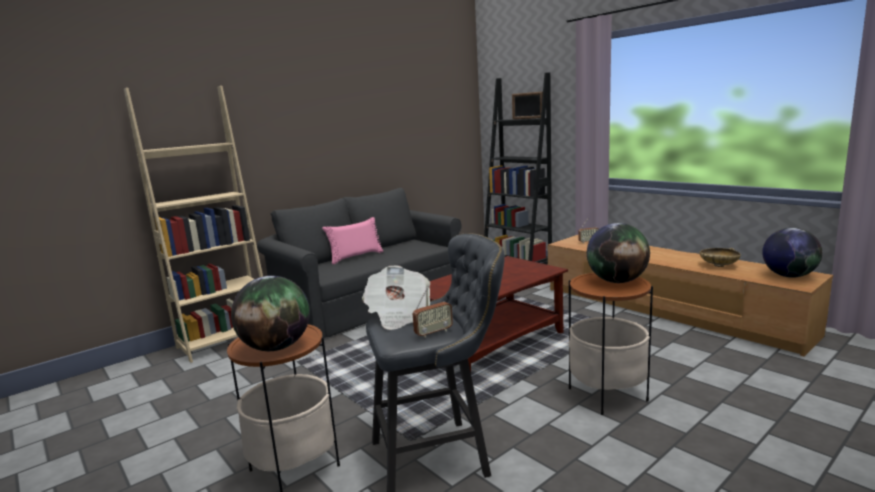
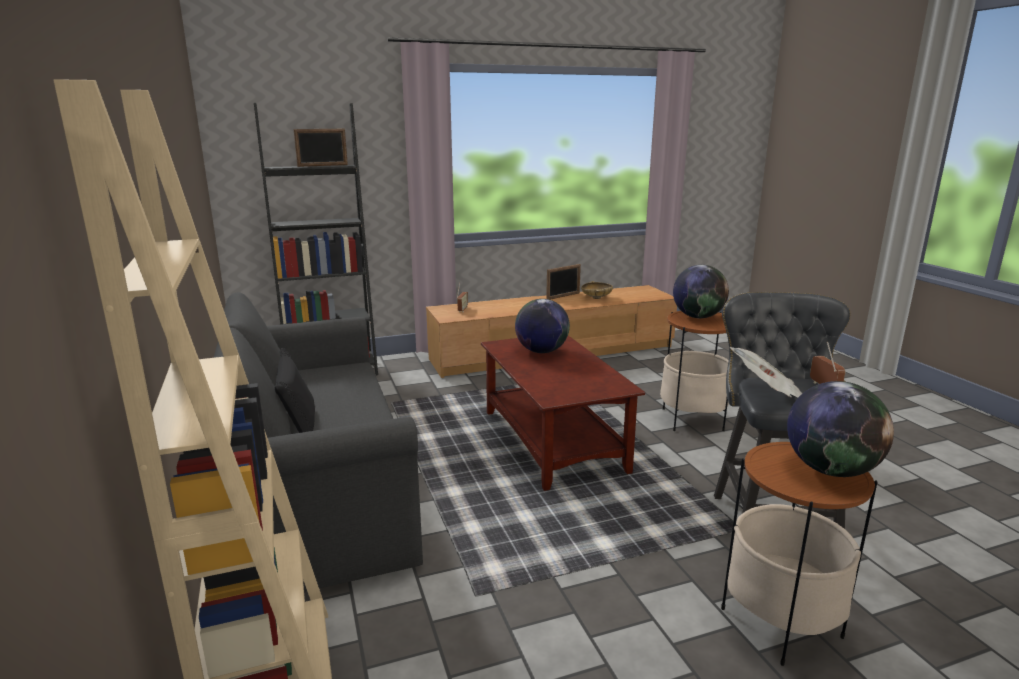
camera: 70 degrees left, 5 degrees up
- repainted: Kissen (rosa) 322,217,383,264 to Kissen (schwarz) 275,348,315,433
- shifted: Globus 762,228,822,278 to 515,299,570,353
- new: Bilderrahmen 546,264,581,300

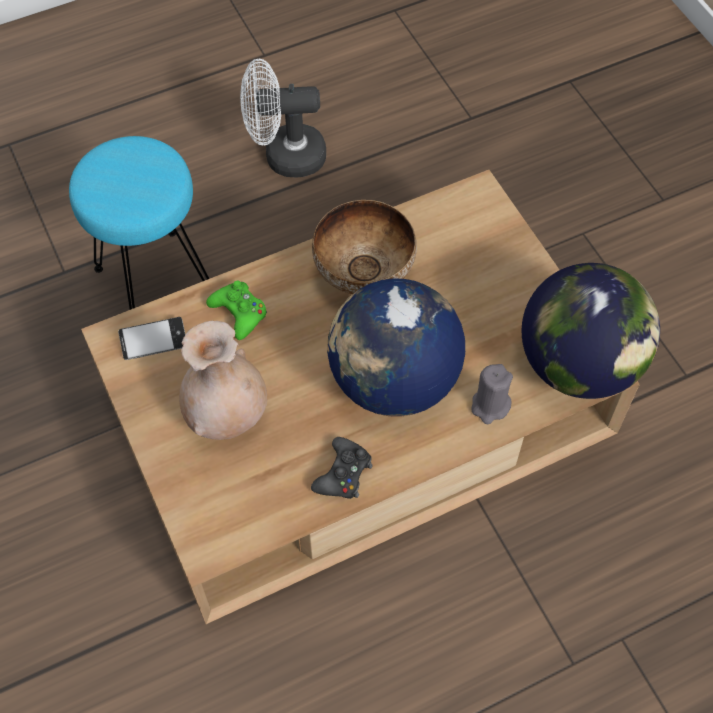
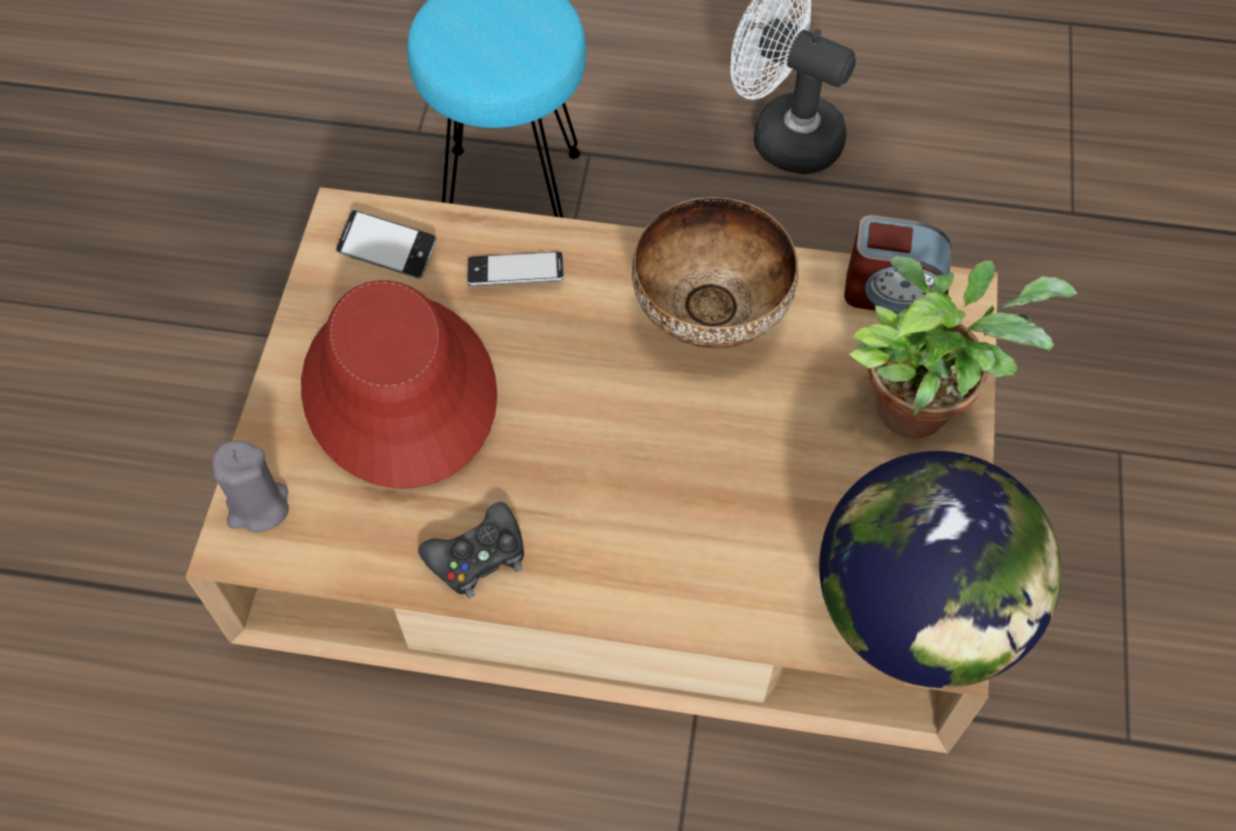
camera: 35 degrees right, 0 degrees up
- shifted: Kerze (grau) 471,364,513,424 to 212,440,289,533
- swapped: Vase (beige) 179,321,267,440 to Hut (rot) 301,280,497,488
- swapped: Gamepad (grün) 206,280,267,340 to Handy 467,251,564,286
- new: Wecker 844,215,952,314
- new: Topfpflanze 849,256,1078,438
- gone: Globus 327,278,465,417

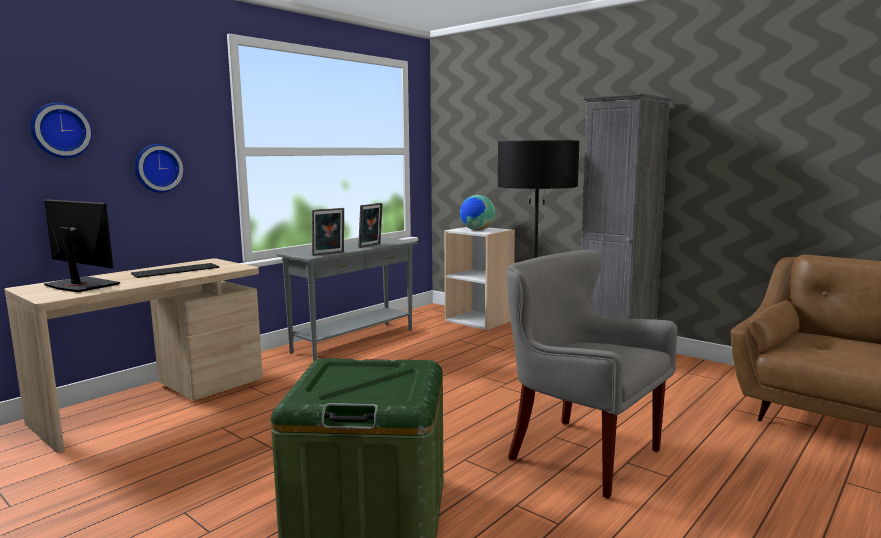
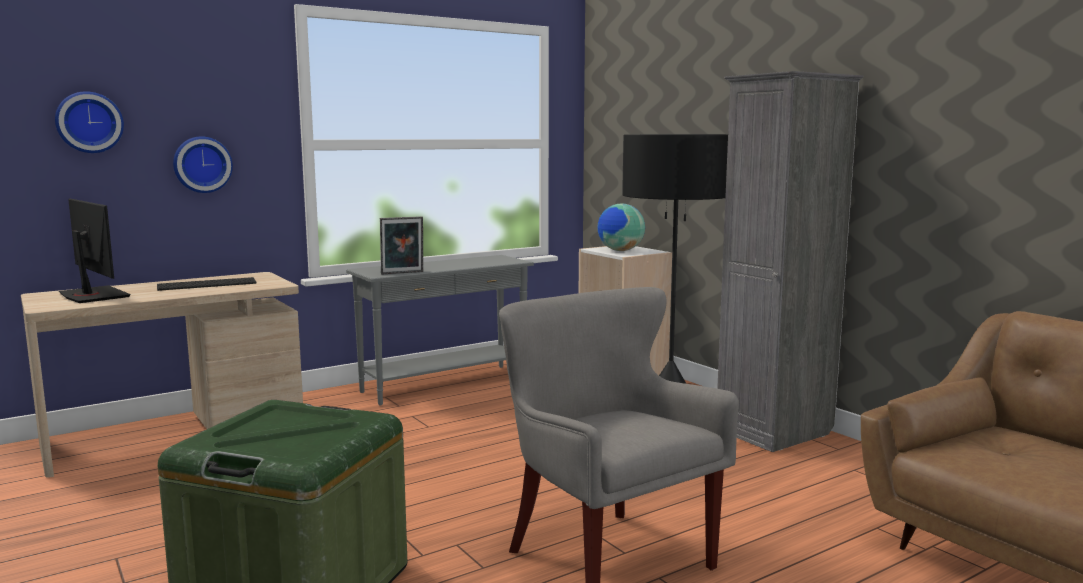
camera: 15 degrees right, 0 degrees up
- gone: Bilderrahmen 358,203,383,248

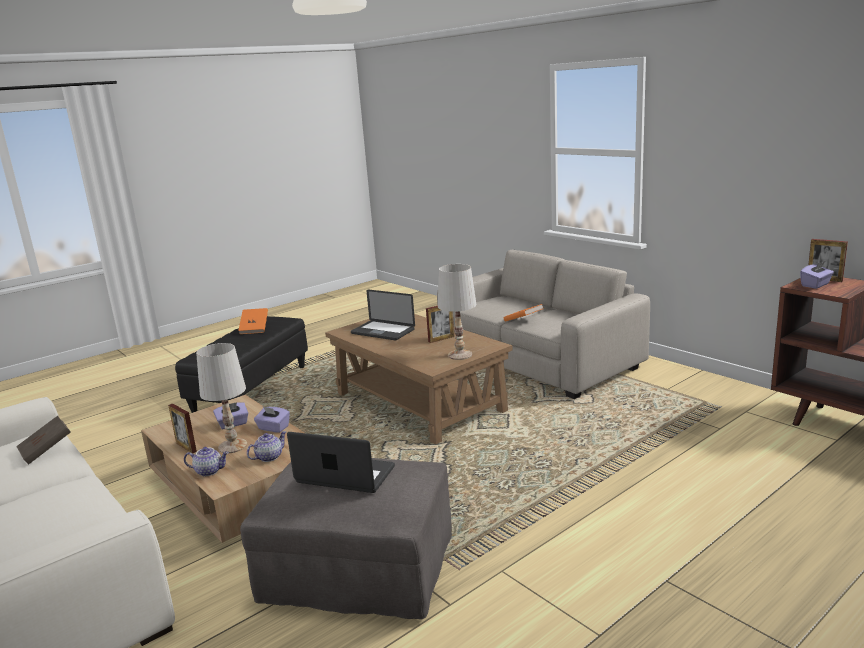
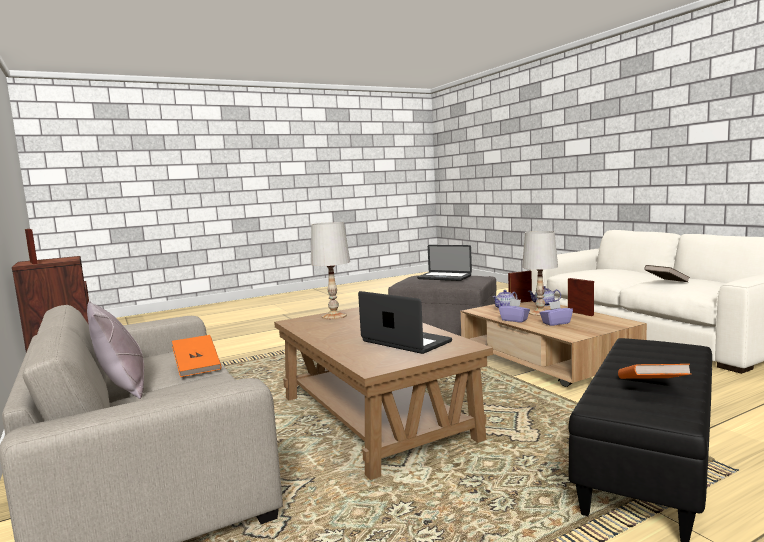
camera: 170 degrees left, 10 degrees down
- new: Kissen (lila) 87,301,144,399
- shifted: Bilderrahmen 426,306,454,343 to 508,271,532,303
- gone: Taschentuchbox (lila) 800,261,834,289

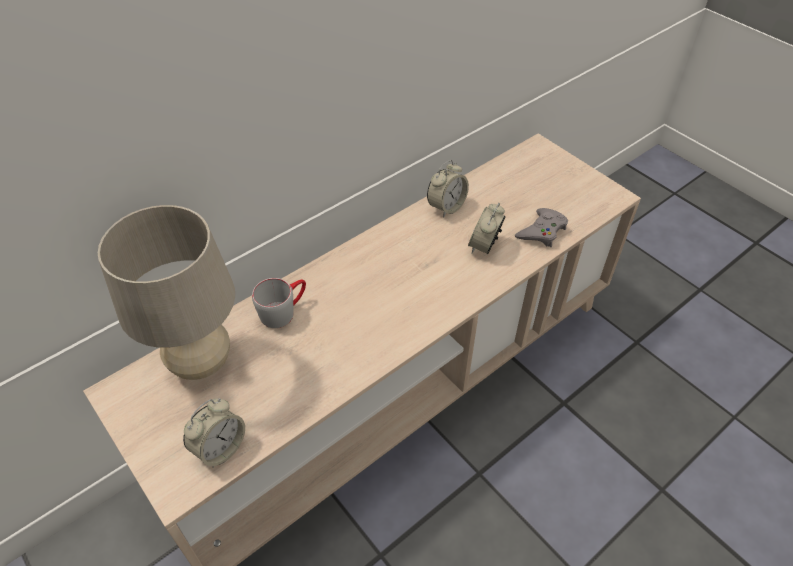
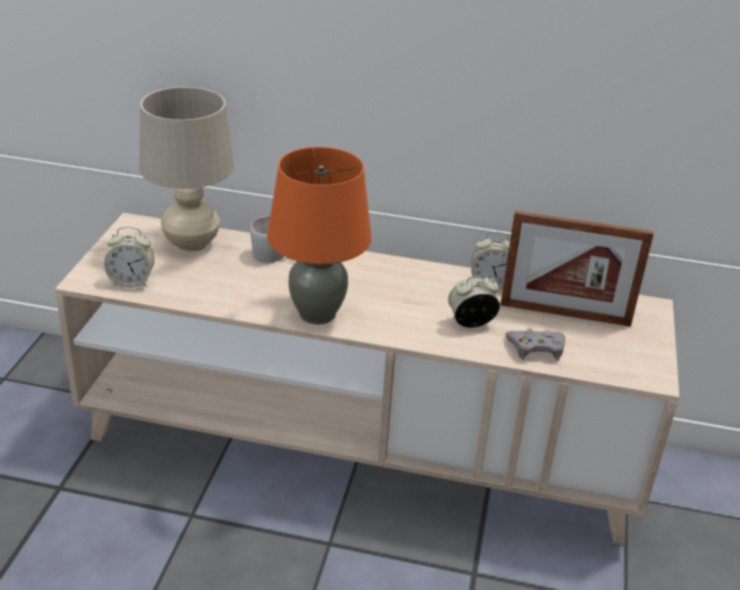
camera: 50 degrees right, 15 degrees down
- new: Tischlampe (orange) 267,147,372,324
- new: Bilderrahmen 501,211,654,327

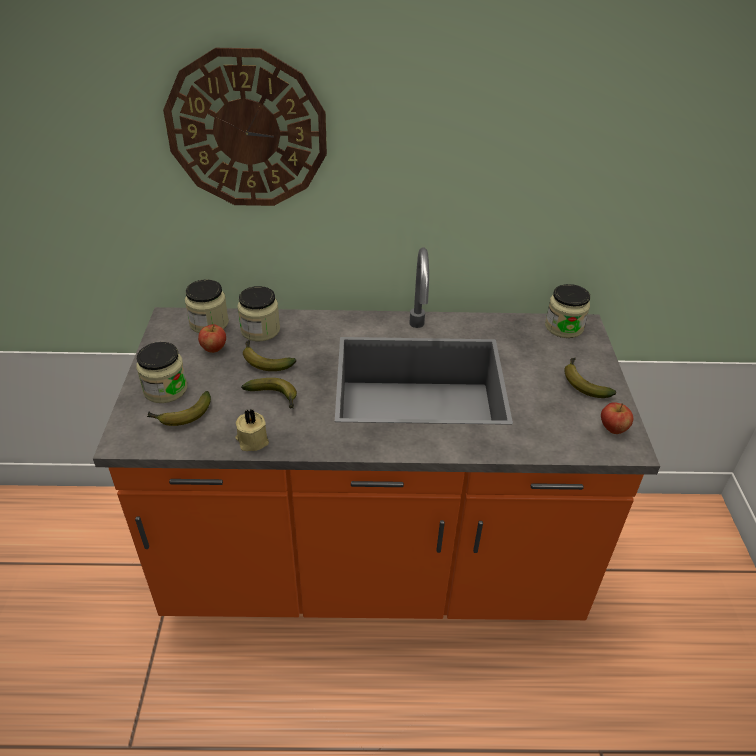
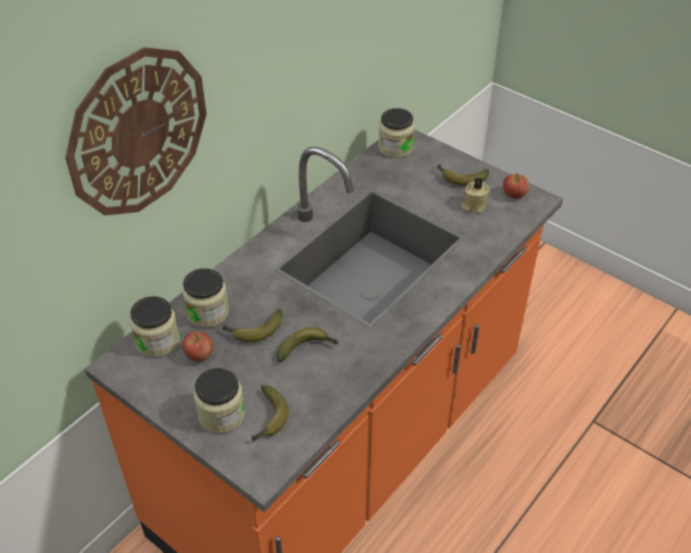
camera: 50 degrees left, 5 degrees up
- shifted: Kerze (beige) 235,409,269,451 to 461,177,489,213

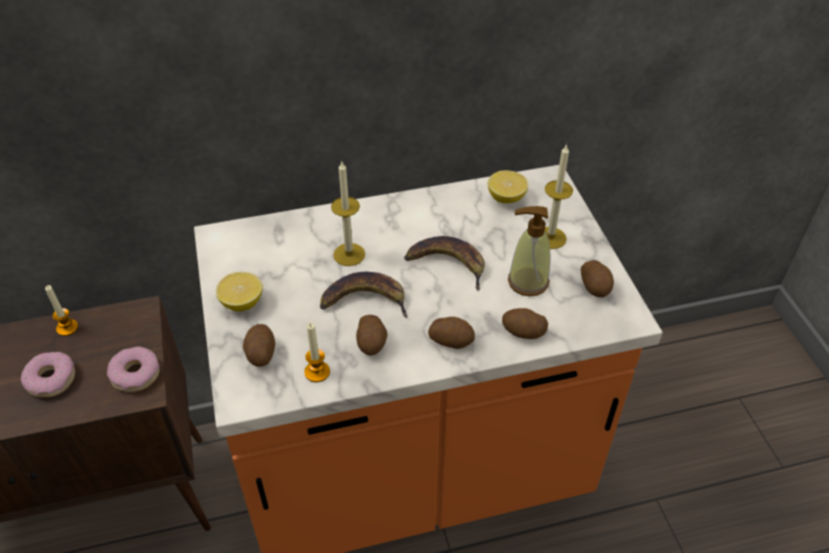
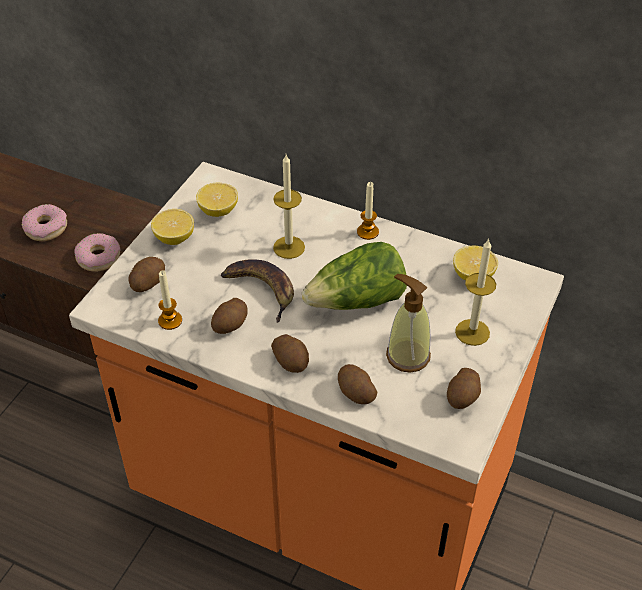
camera: 40 degrees right, 0 degrees up
- new: Zitrone 196,183,238,217
- swapped: Banane 404,236,485,291 to Salatkopf 302,242,407,310
- shifted: Kerze 45,285,78,336 to 357,182,379,240

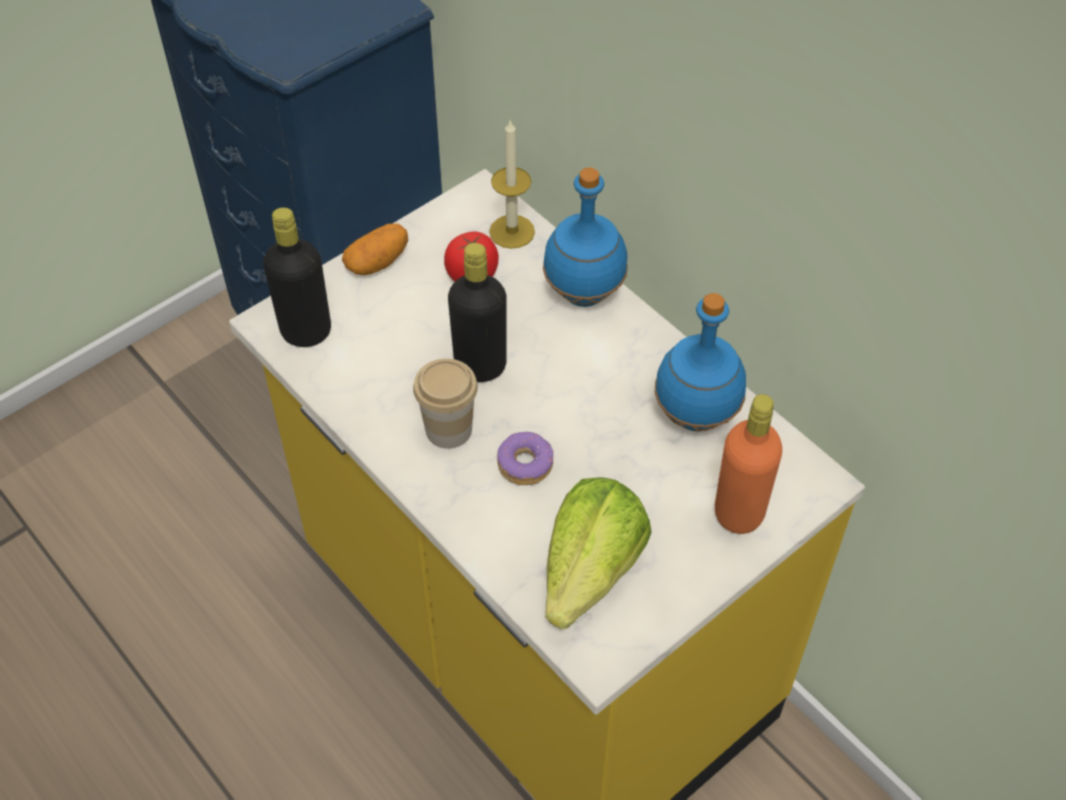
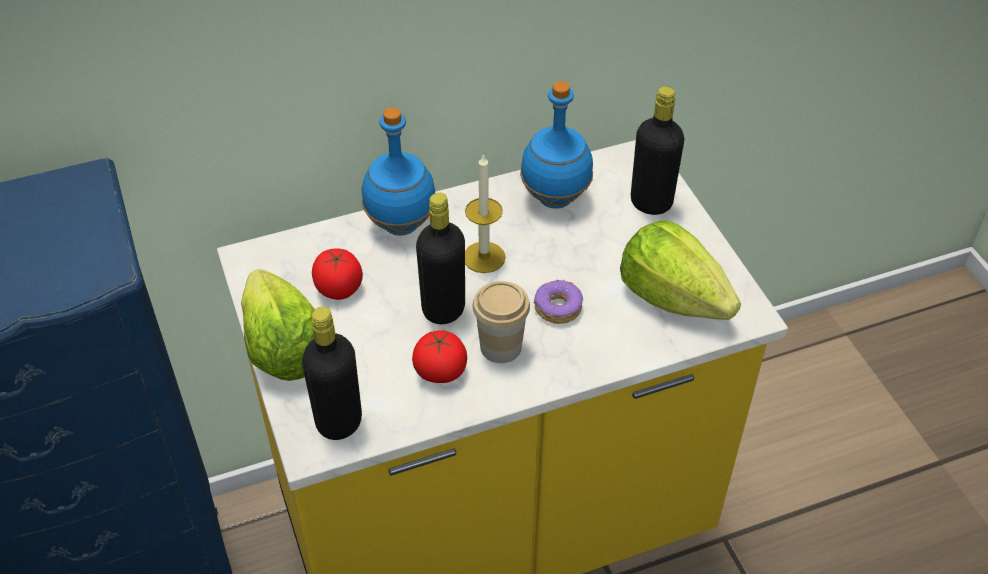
camera: 70 degrees left, 5 degrees down
- swapped: Kartoffel 342,223,408,275 to Salatkopf 241,269,315,381
- new: Tomate 412,330,467,383
- shifted: Kerze 489,120,535,249 to 465,153,506,273
- repainted: Flasche (orange) 715,394,782,534 to Flasche (schwarz) 631,86,684,215

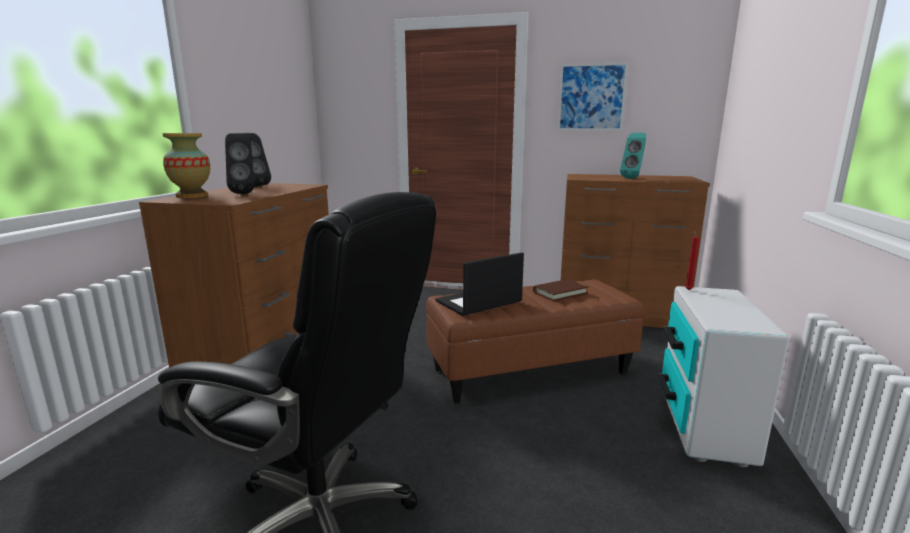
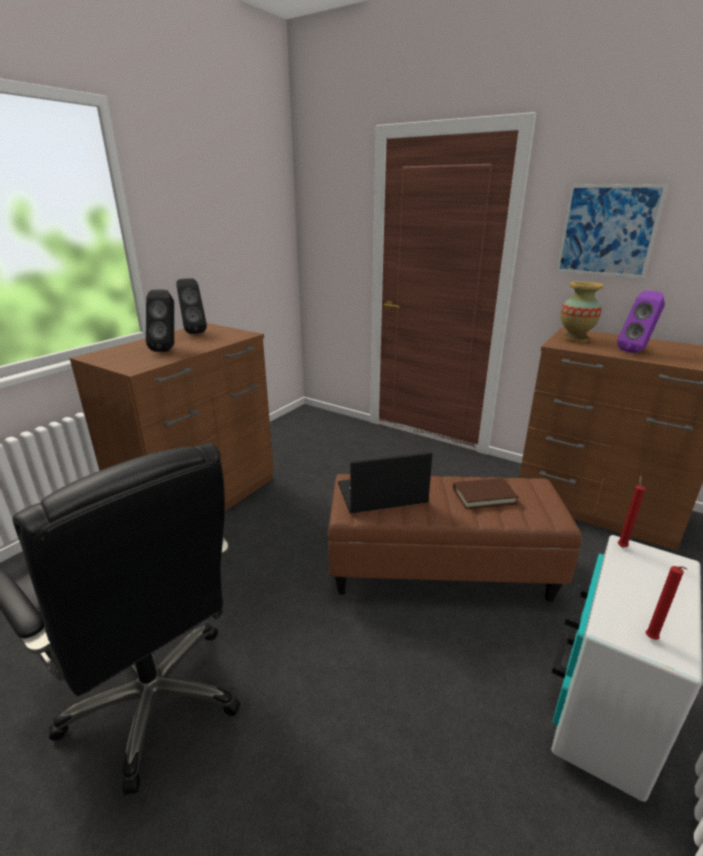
camera: 20 degrees right, 10 degrees up
- shifted: Vase 163,133,210,198 to 561,281,604,343
- repainted: Lautsprecher (türkis) 620,133,646,179 to Lautsprecher (lila) 617,290,665,353
- new: Kerze (rot) 645,566,687,640

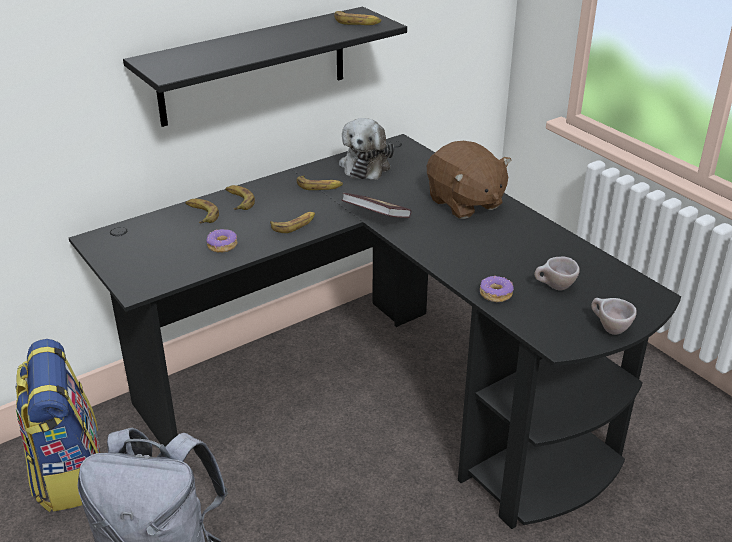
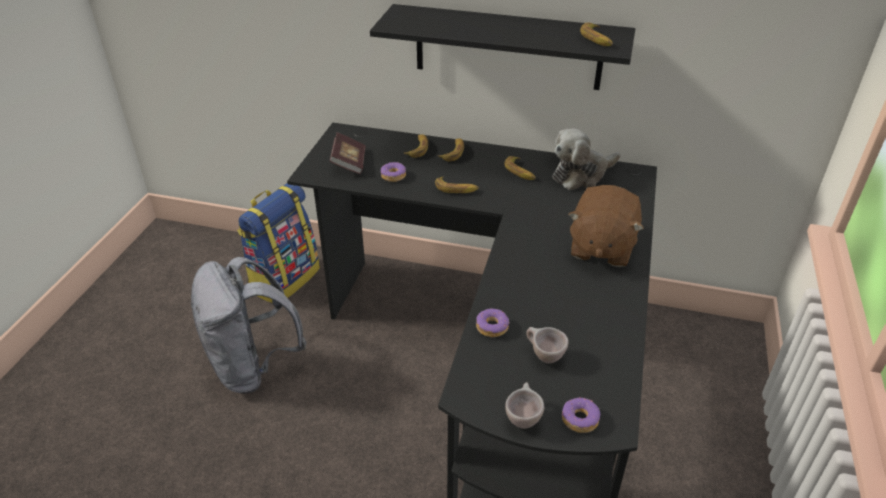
camera: 50 degrees right, 5 degrees up
- shifted: Buch 342,193,412,218 to 330,132,366,174
- new: Donut 562,397,601,433

